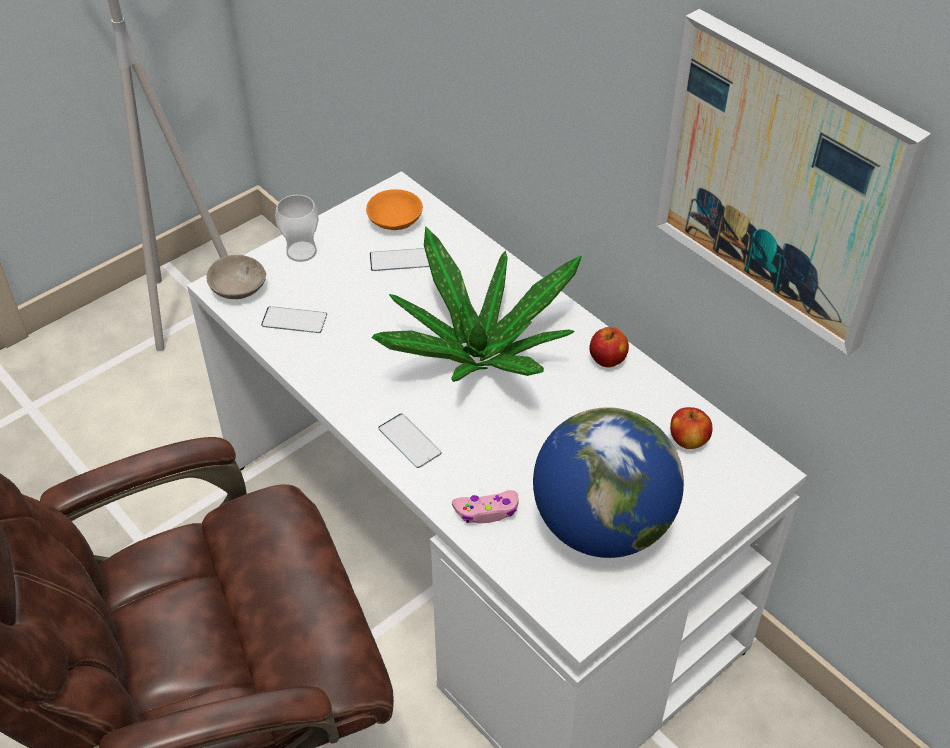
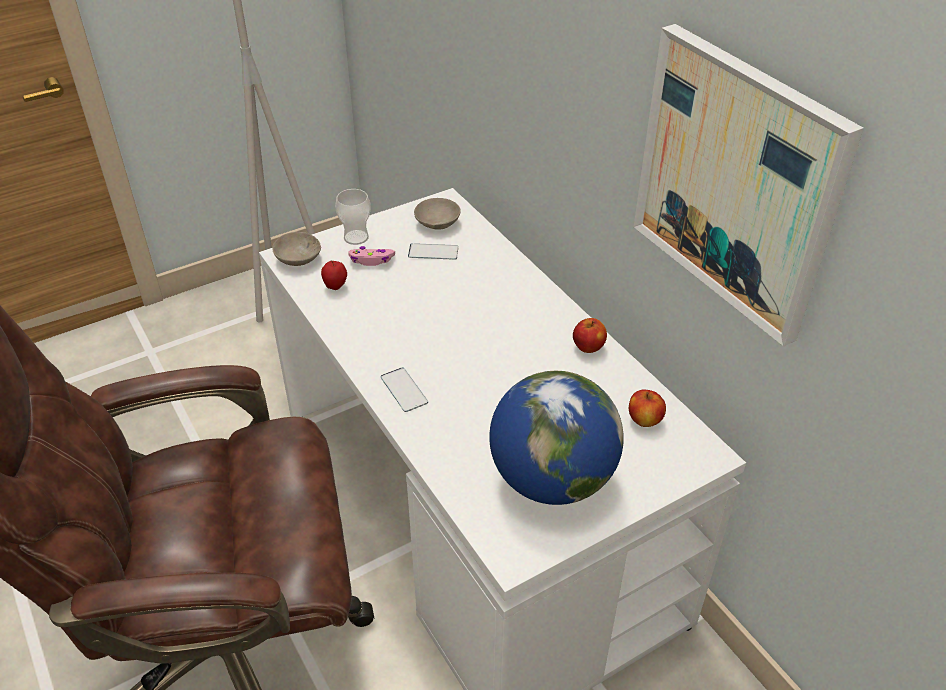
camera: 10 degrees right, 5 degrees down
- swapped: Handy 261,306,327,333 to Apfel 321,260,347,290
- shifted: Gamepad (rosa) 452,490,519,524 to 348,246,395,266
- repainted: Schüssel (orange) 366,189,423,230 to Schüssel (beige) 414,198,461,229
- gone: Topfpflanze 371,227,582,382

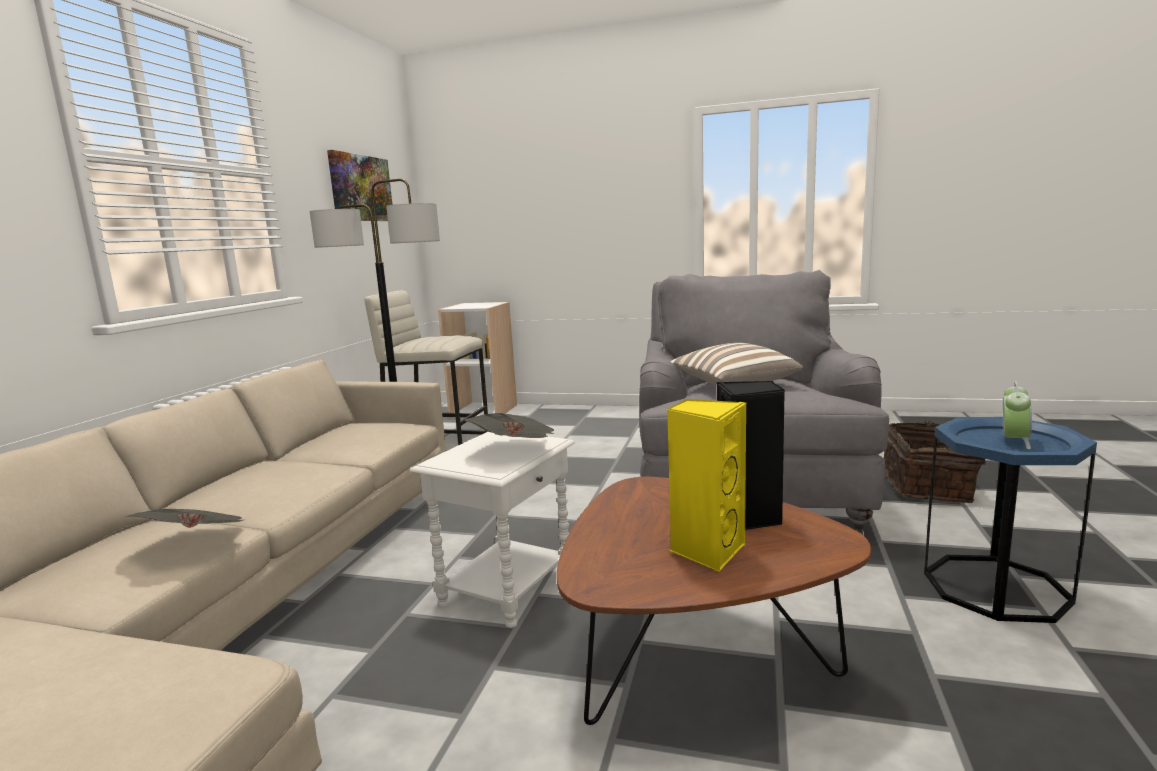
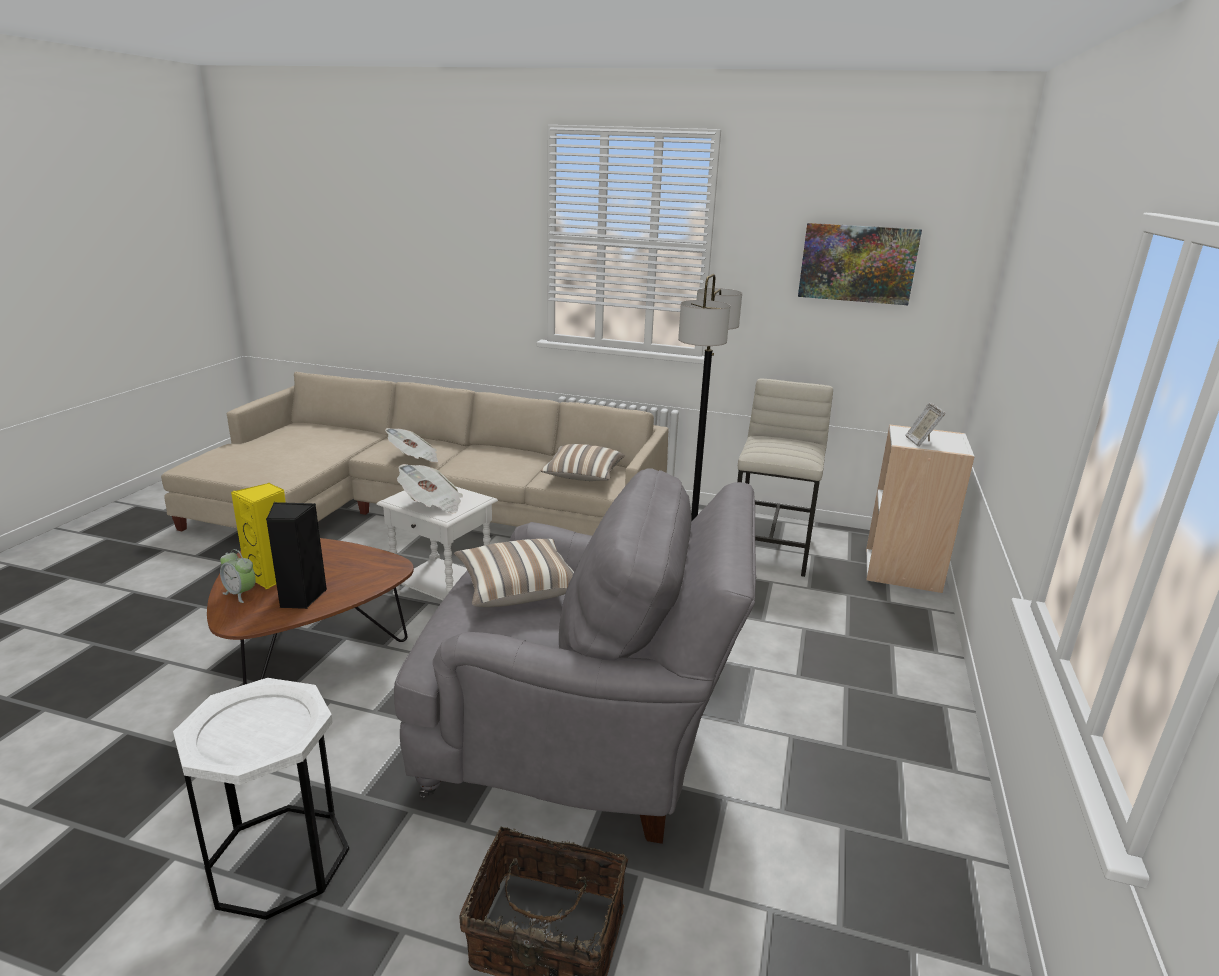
camera: 90 degrees right, 10 degrees up
- repainted: Beistelltisch (blau) 924,417,1097,623 to Beistelltisch (weiß) 173,678,349,920
- shifted: Wecker 1003,381,1032,449 to 220,549,256,603
- new: Kissen 540,444,625,481
- new: Bilderrahmen 905,402,946,447

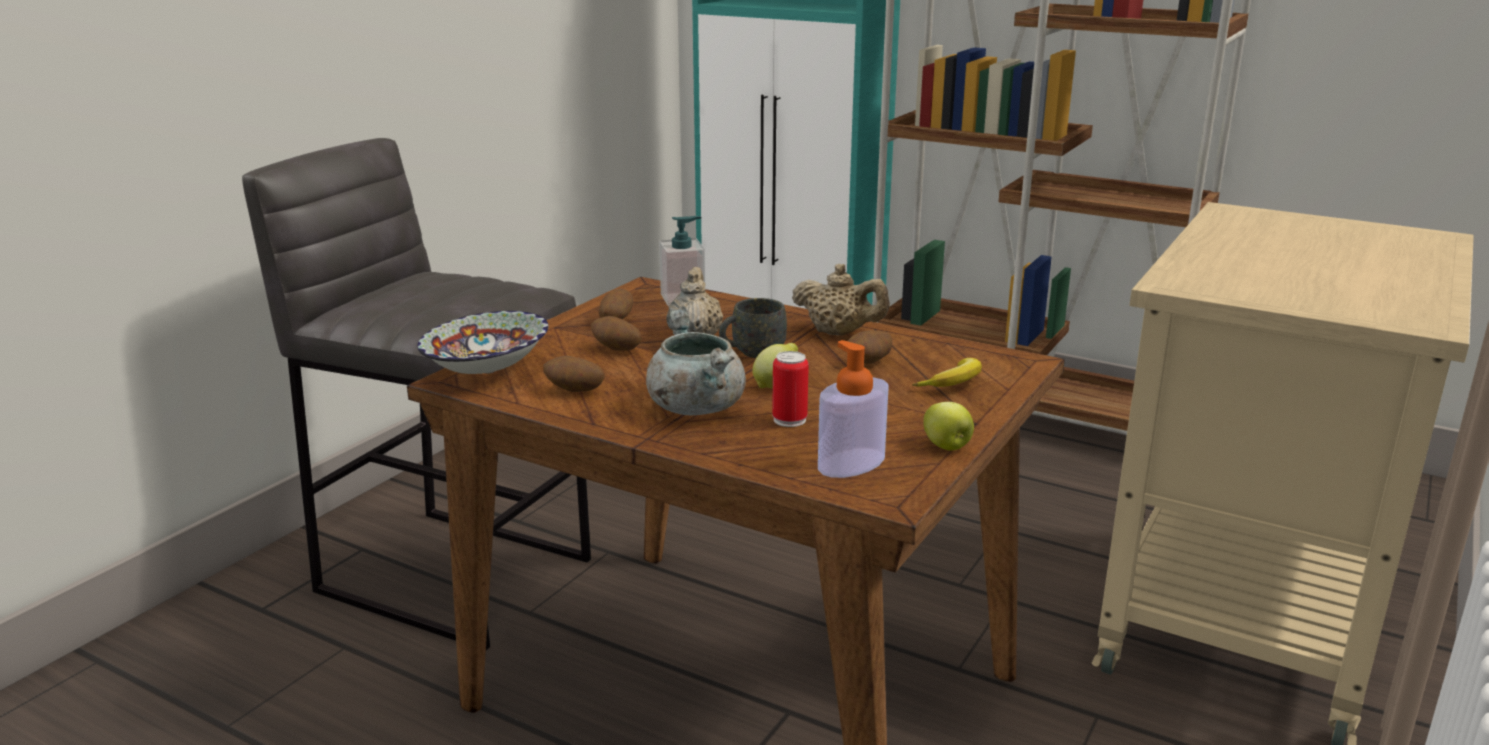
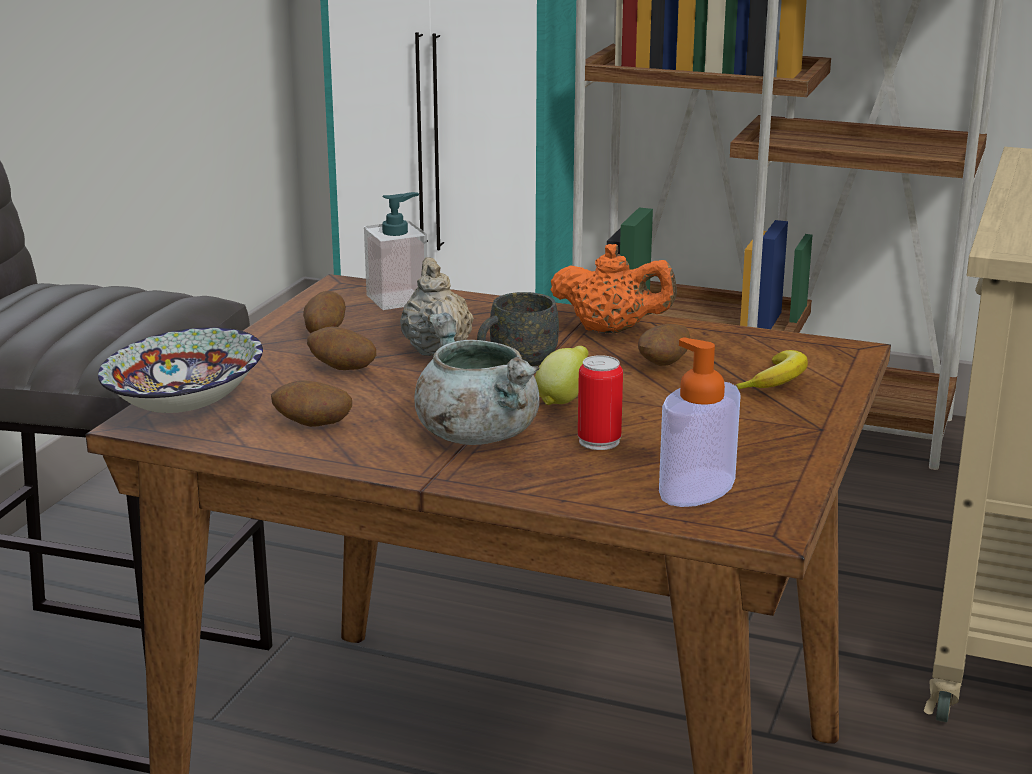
camera: 10 degrees left, 0 degrees up
- repainted: Teekanne (beige) 792,264,890,335 to Teekanne (orange) 551,244,677,333
- gone: Apfel 923,402,974,450

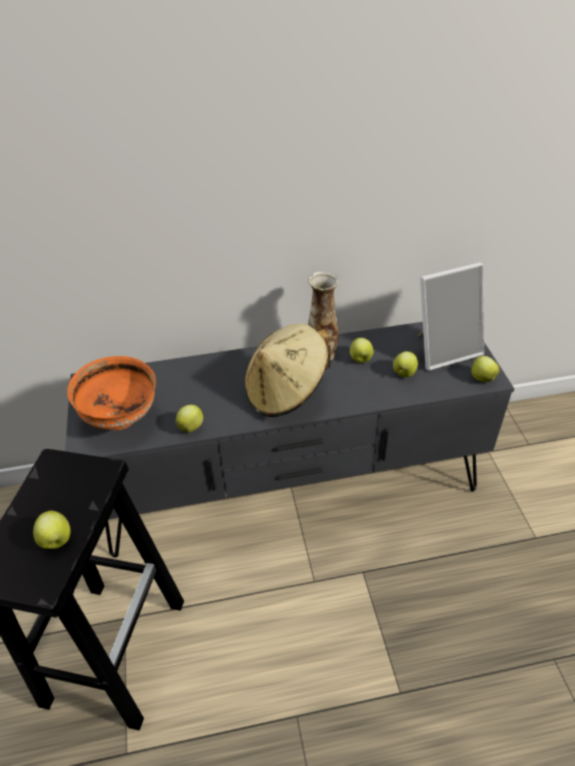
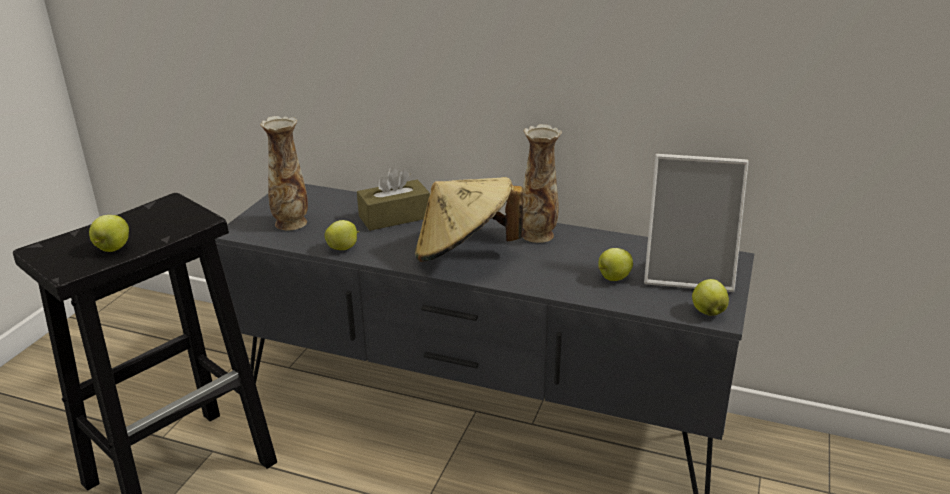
camera: 30 degrees right, 15 degrees down
- swapped: Schüssel (orange) 67,356,156,430 to Vase 260,116,308,230
- new: Taschentuchbox (braun) 357,167,430,231
- gone: Apfel 350,338,373,363

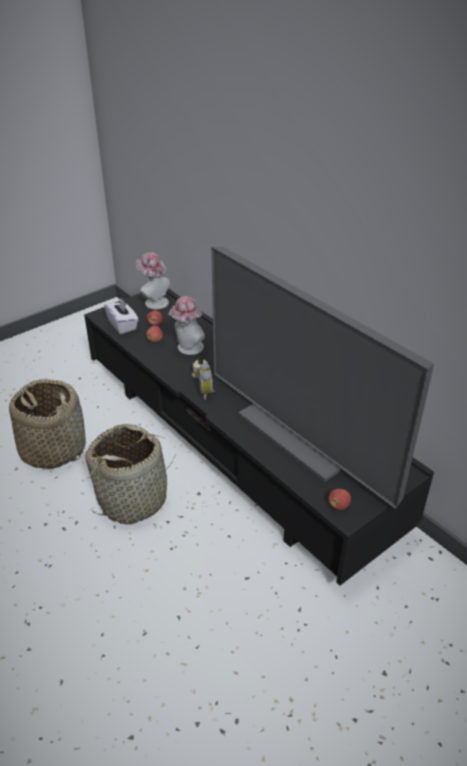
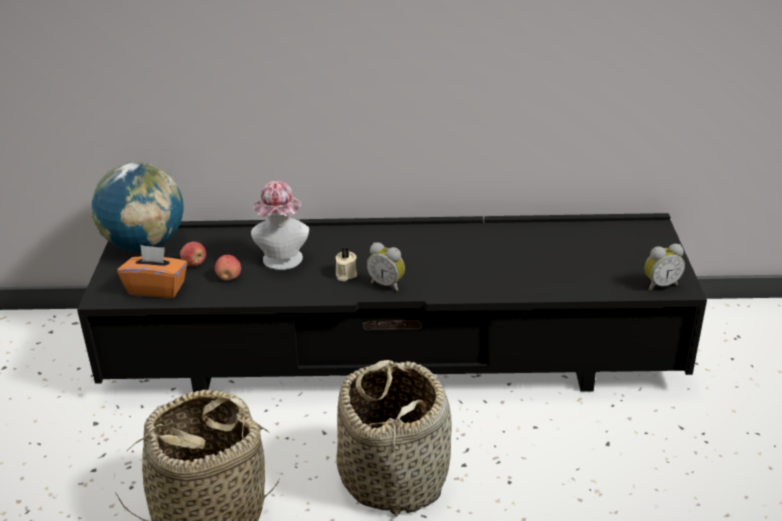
camera: 50 degrees left, 5 degrees down
- swapped: Hut 136,252,170,309 to Globus 92,162,184,251
- repainted: Taschentuchbox (weiß) 104,298,139,334 to Taschentuchbox (orange) 117,245,188,298
- swapped: Apfel 328,489,351,510 to Wecker 645,244,685,291
- gone: Fernseher 211,246,434,509

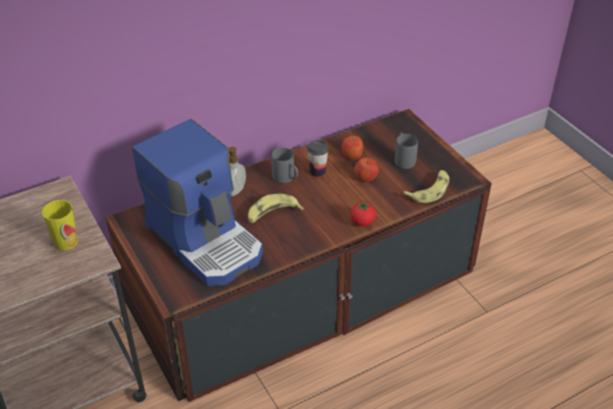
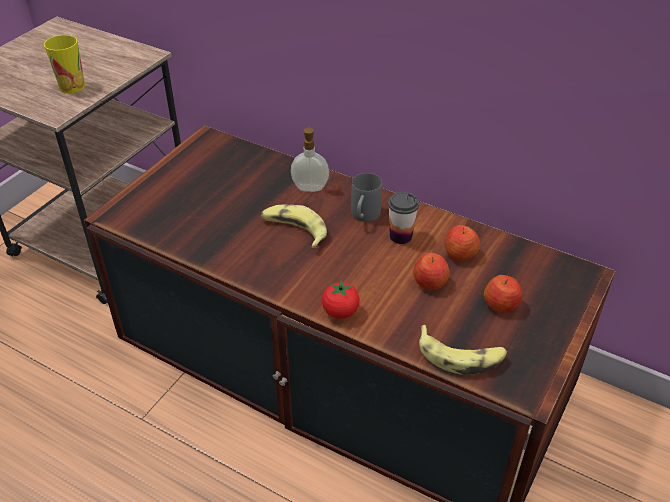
camera: 60 degrees right, 0 degrees up
- swapped: Henkelbecher (grau) 395,132,418,169 to Apfel 484,275,522,313
- gone: Kaffeemaschine 132,119,263,286

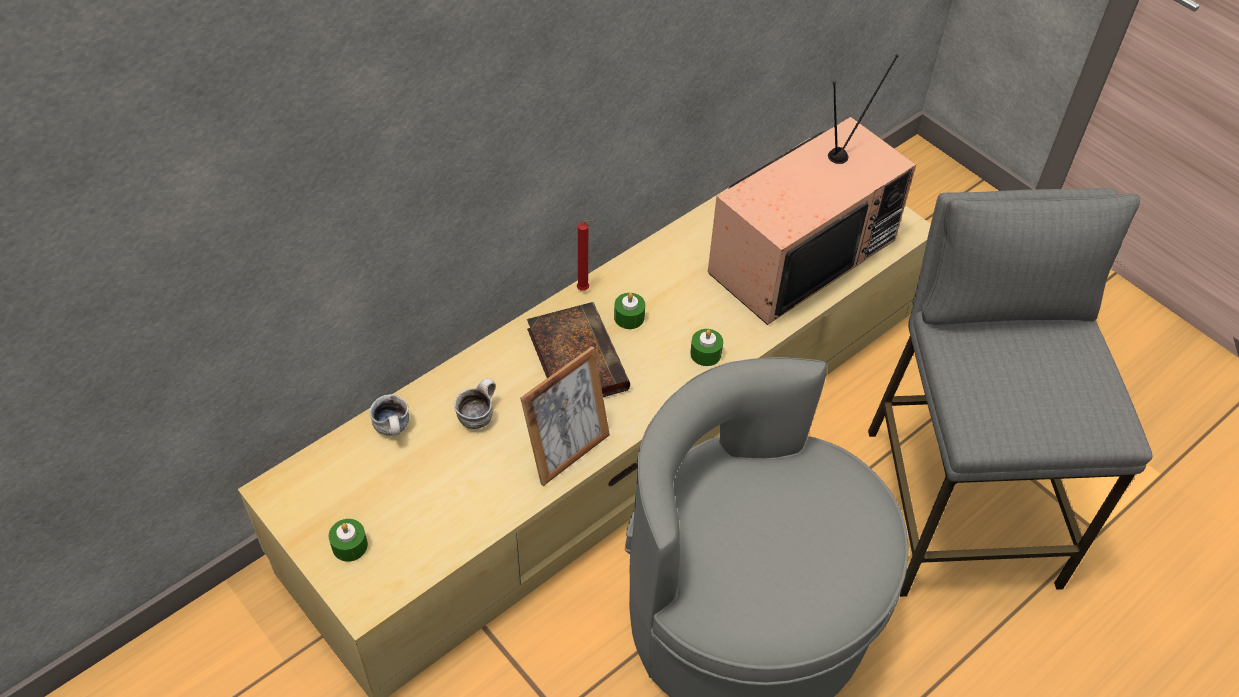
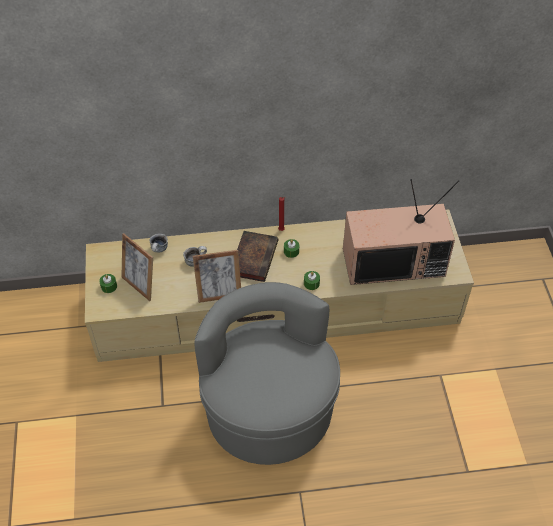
camera: 35 degrees right, 0 degrees up
- new: Bilderrahmen 121,233,153,301
- gone: Hocker (grau) 868,188,1153,597

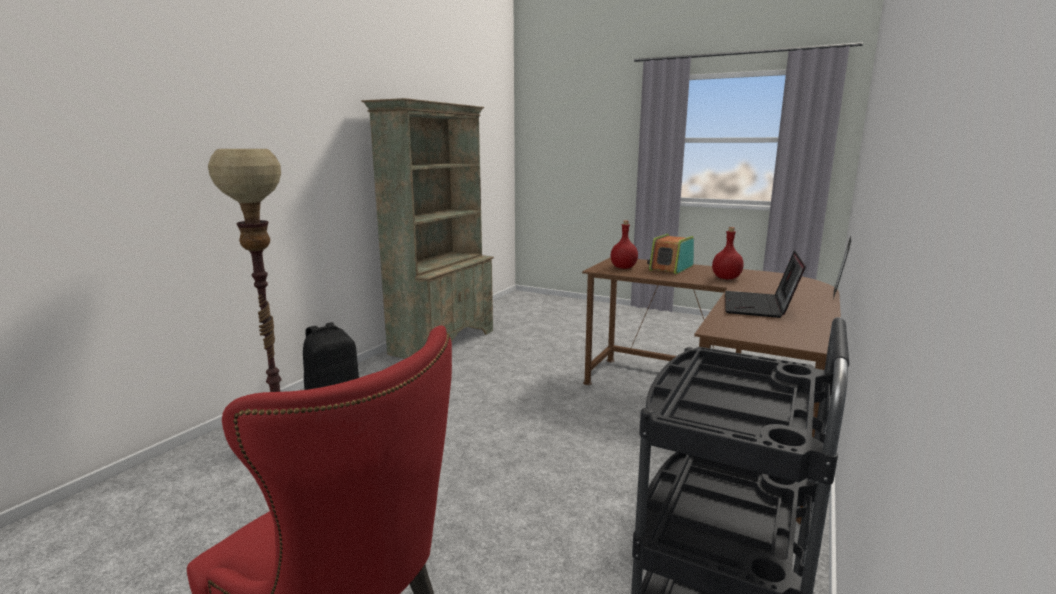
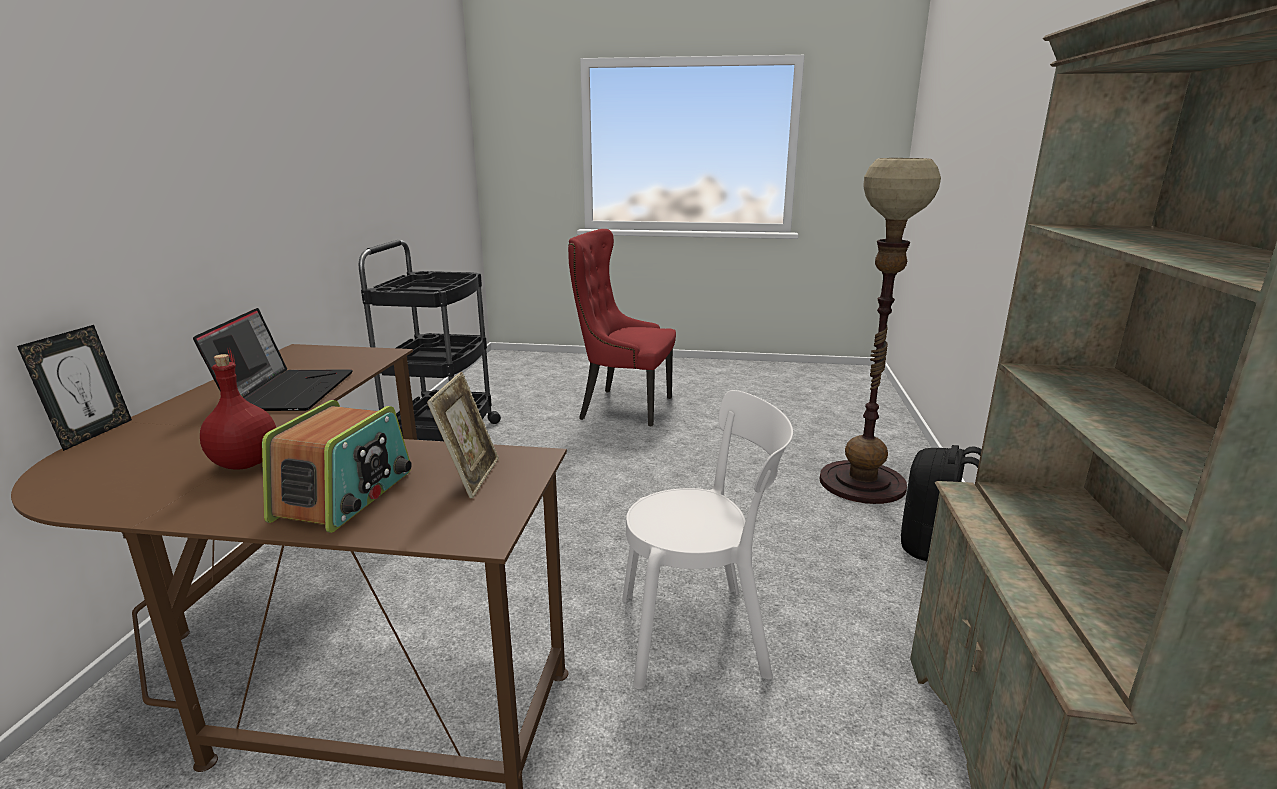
camera: 160 degrees right, 5 degrees up
- swapped: Flasche (rot) 611,220,638,269 to Bilderrahmen 427,372,499,499
- new: Stuhl (weiß) 622,390,793,689

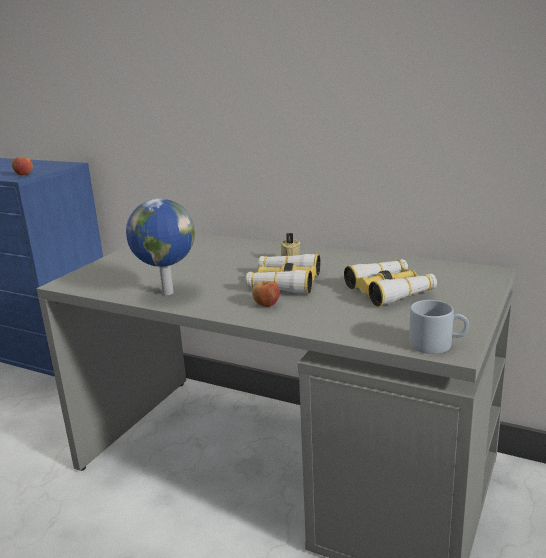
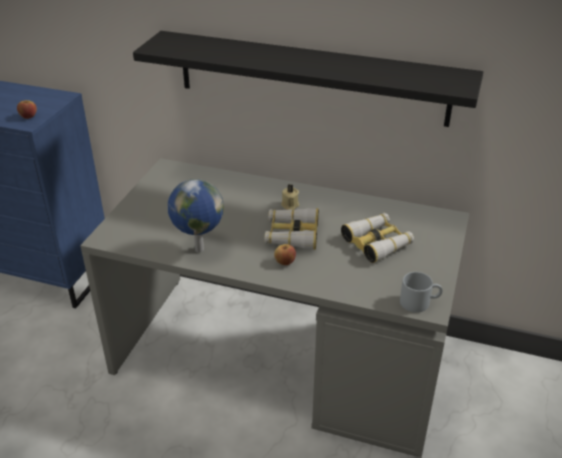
camera: 10 degrees left, 15 degrees up
- new: Wandregal (schwarz) 133,31,483,127

